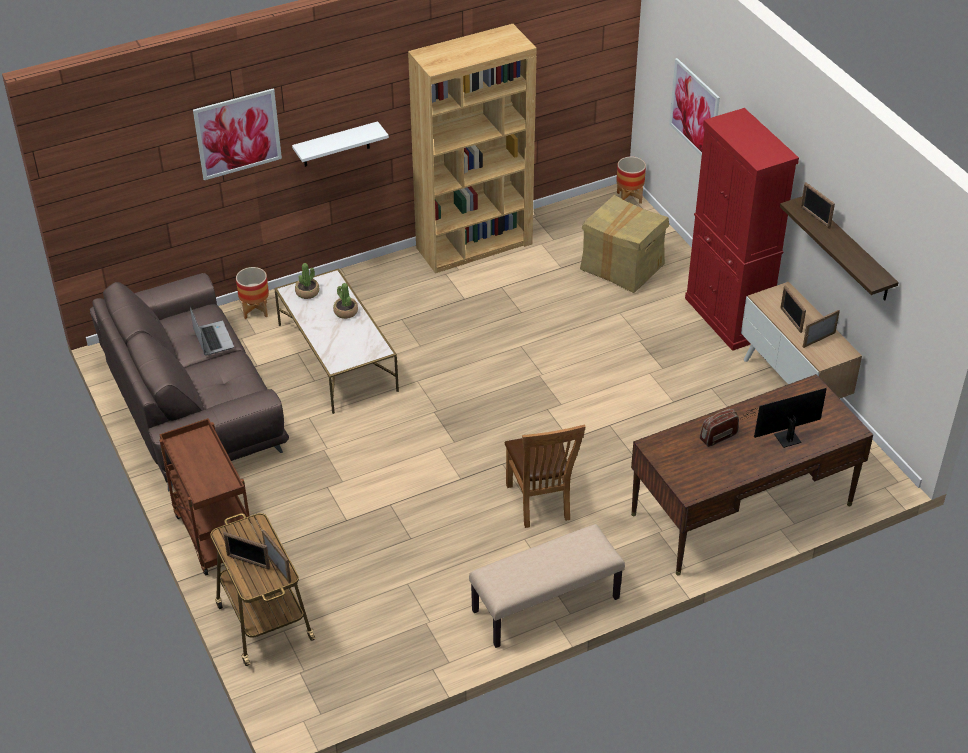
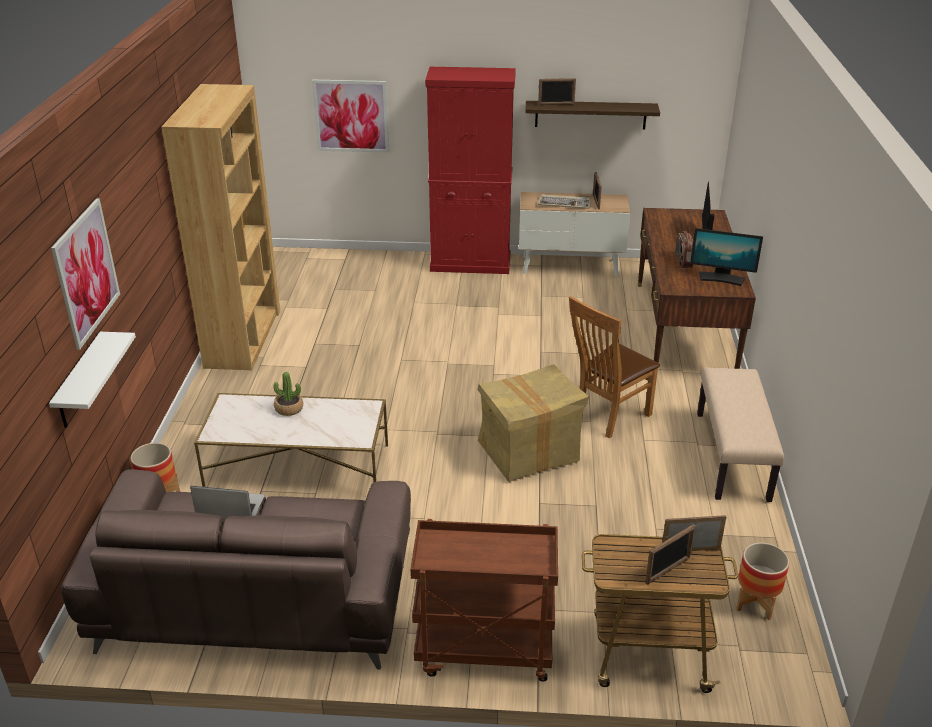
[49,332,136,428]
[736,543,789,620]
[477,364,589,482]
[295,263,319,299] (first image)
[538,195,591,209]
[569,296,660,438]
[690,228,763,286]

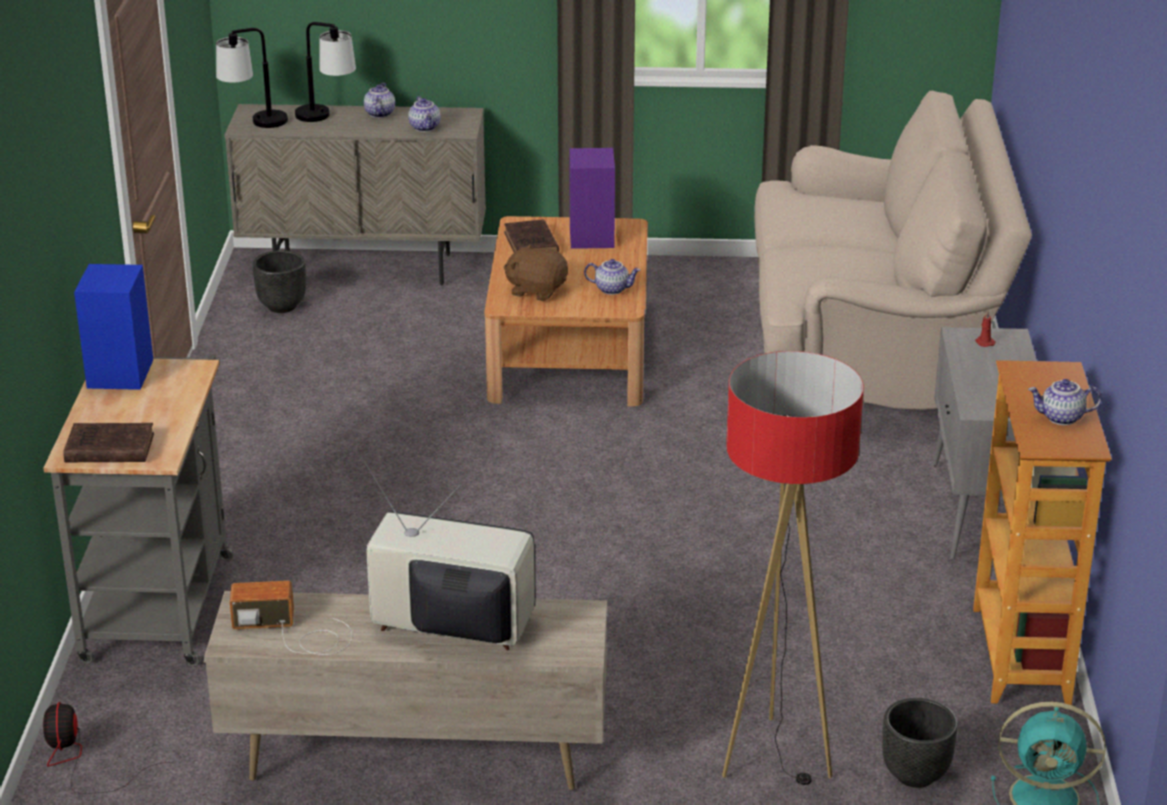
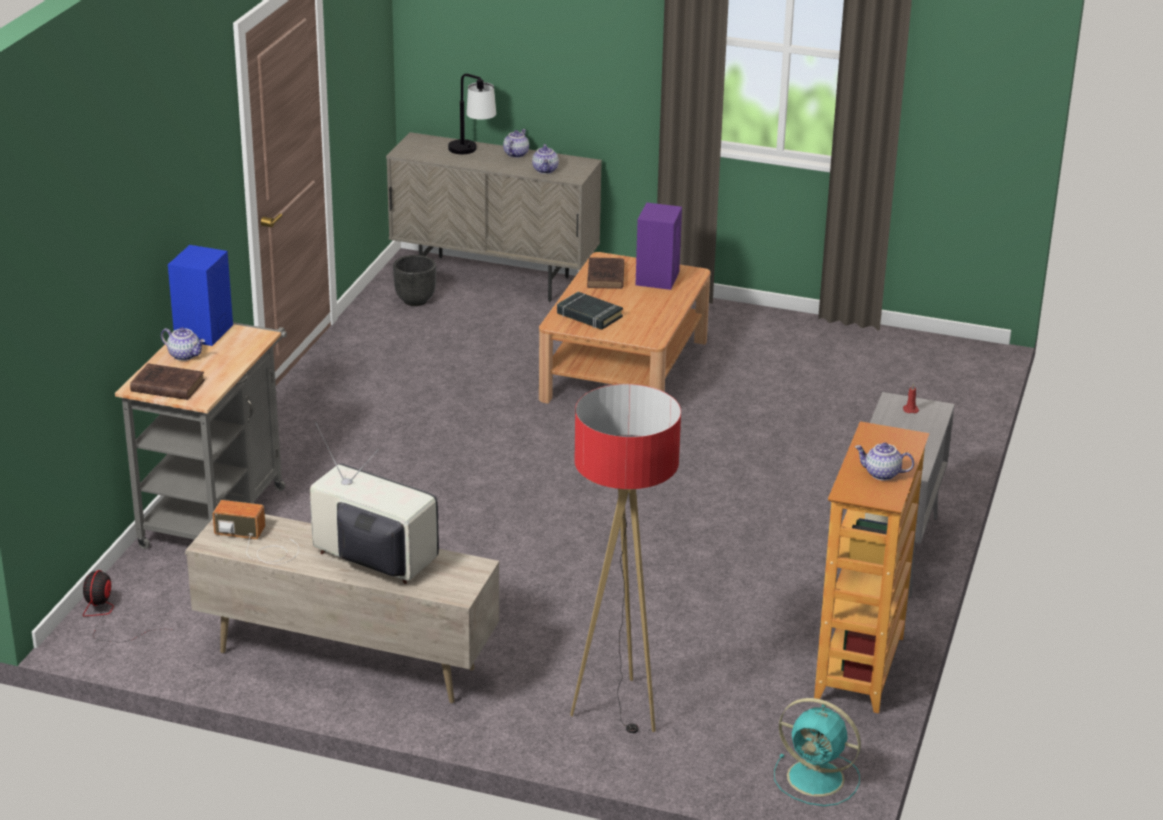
[216,28,288,128] (first image)
[754,91,1032,417] (first image)
[557,292,623,330]
[161,327,205,361]
[882,698,958,788] (first image)

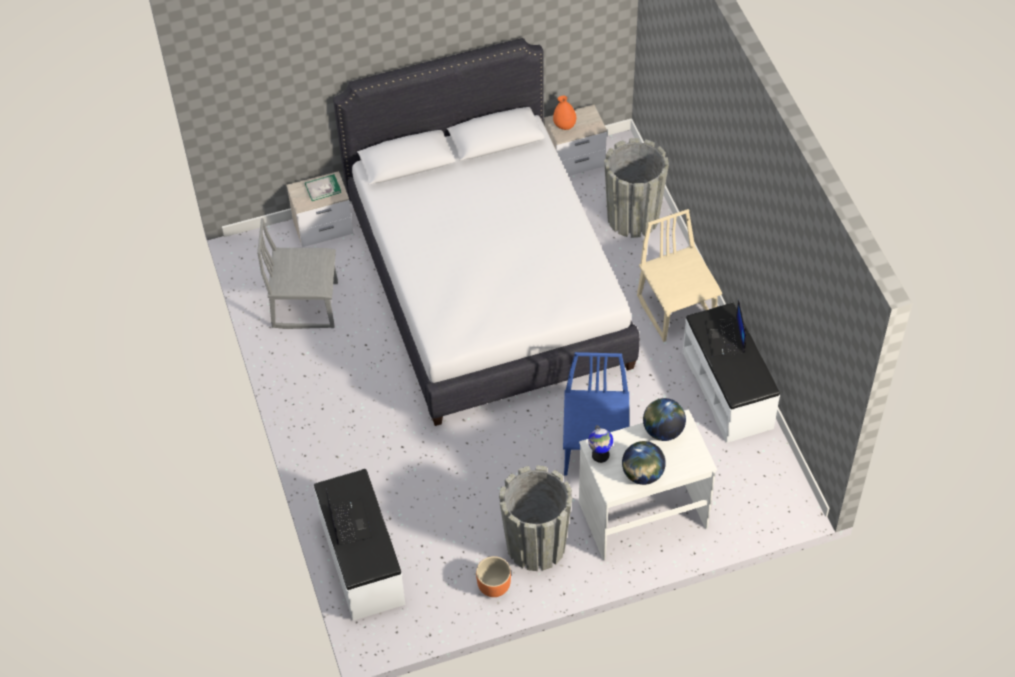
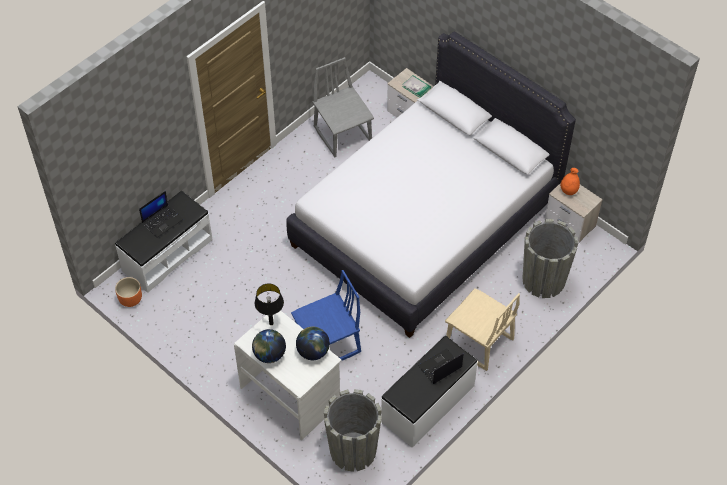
[445,288,520,371]
[255,283,284,325]
[324,389,382,472]
[115,277,142,307]

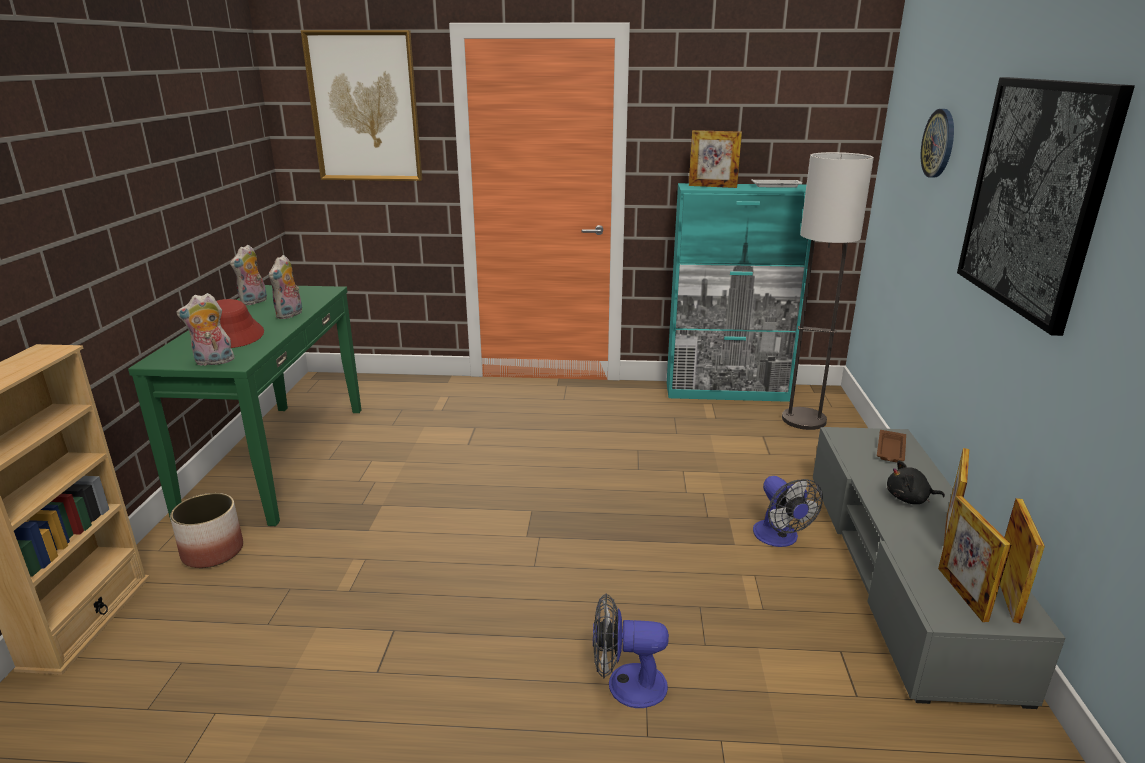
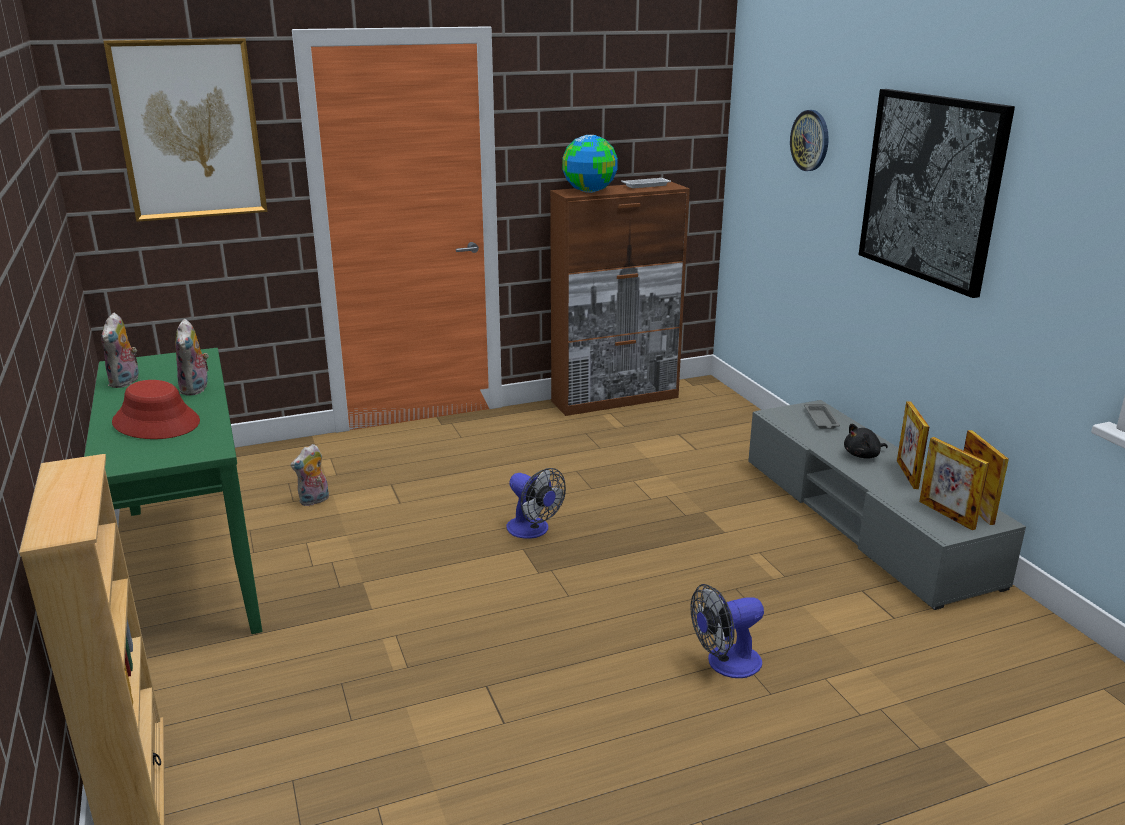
[562,135,618,193]
[782,152,874,430] (first image)
[550,182,690,416]
[290,444,329,506]
[804,404,840,429]
[506,468,566,539]
[170,493,243,568] (first image)

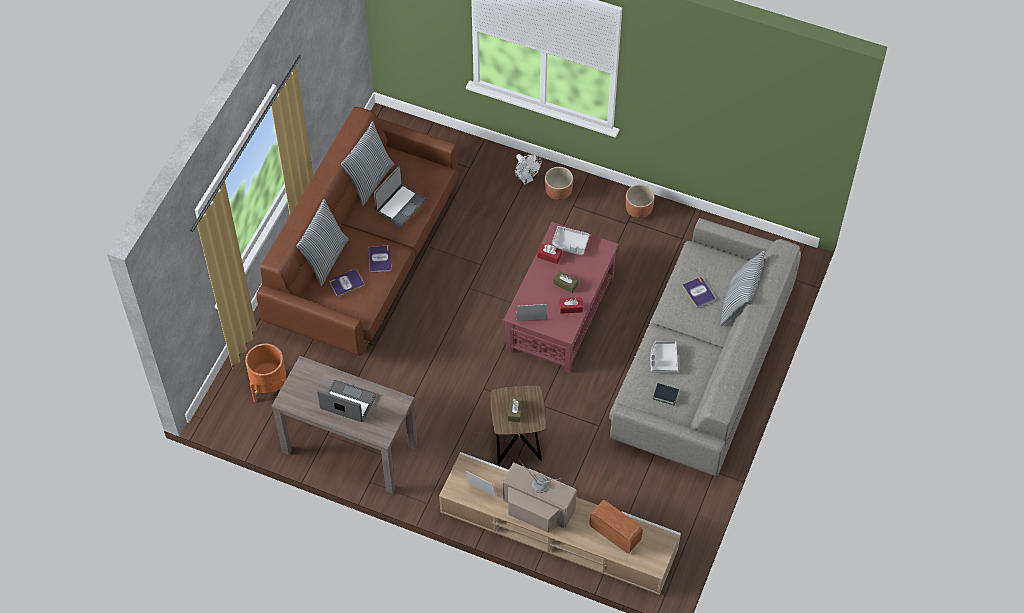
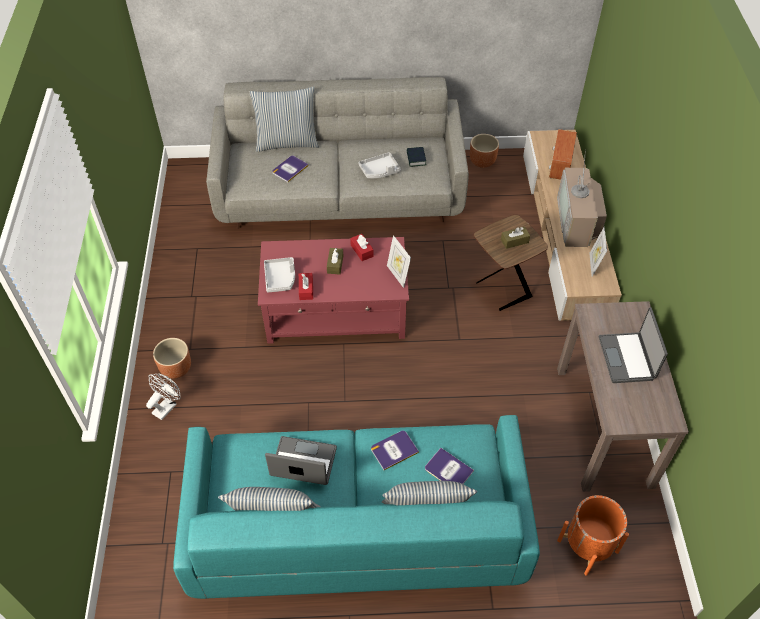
[173,415,540,599]
[470,134,499,168]

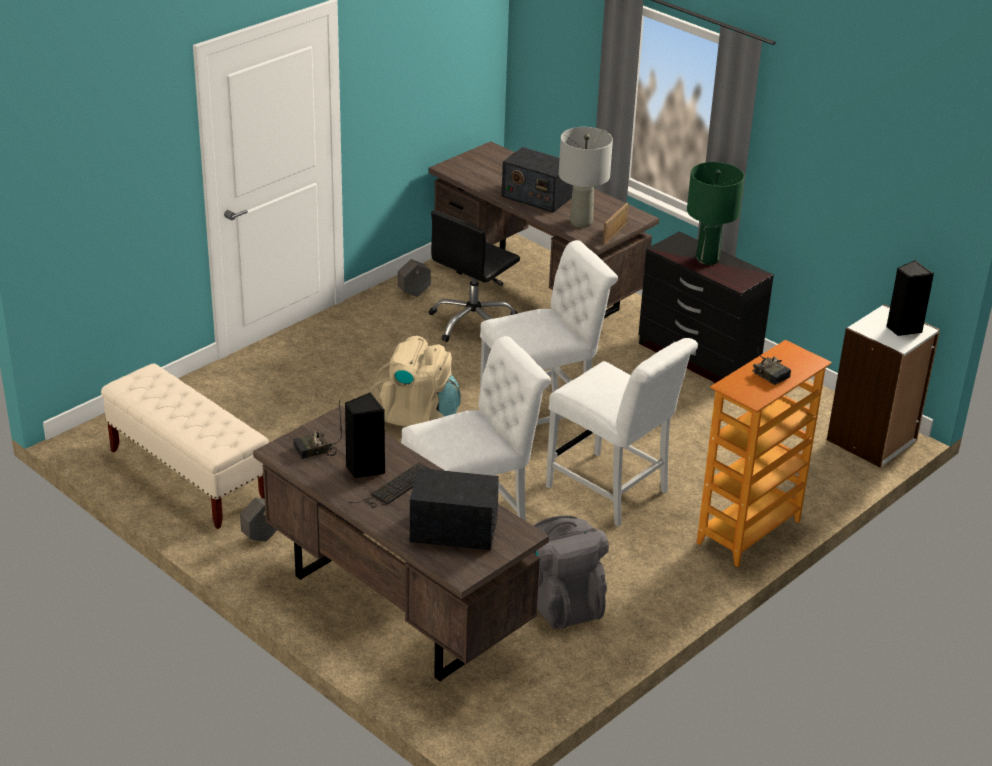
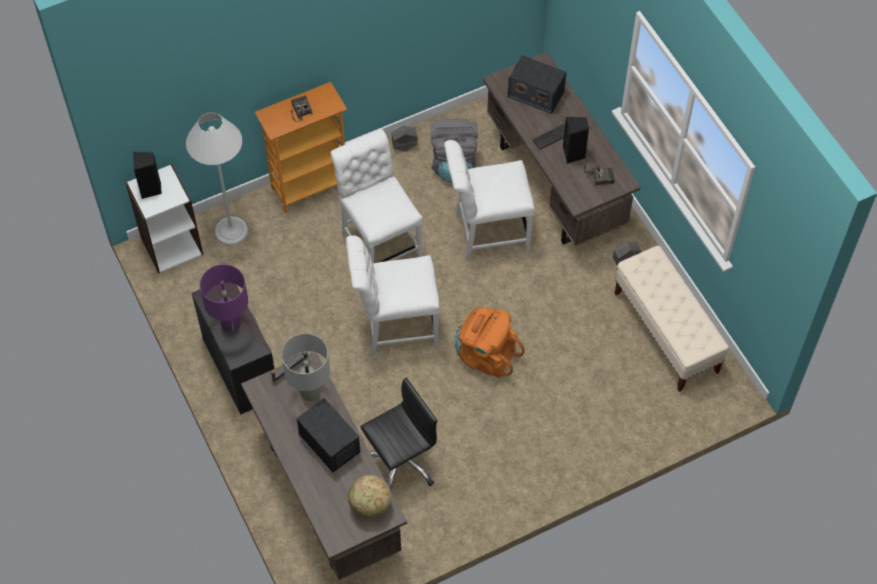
[200,264,248,333]
[392,126,418,152]
[455,307,525,378]
[186,112,248,245]
[348,475,391,519]

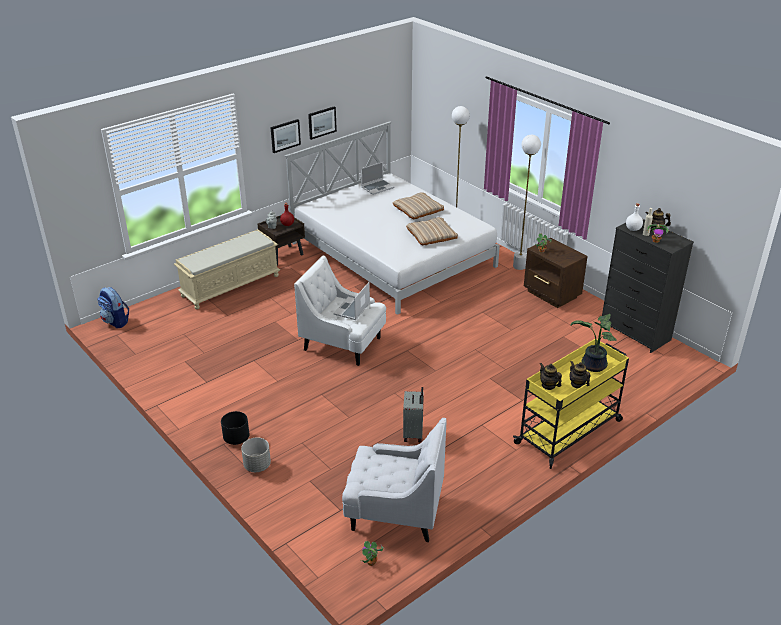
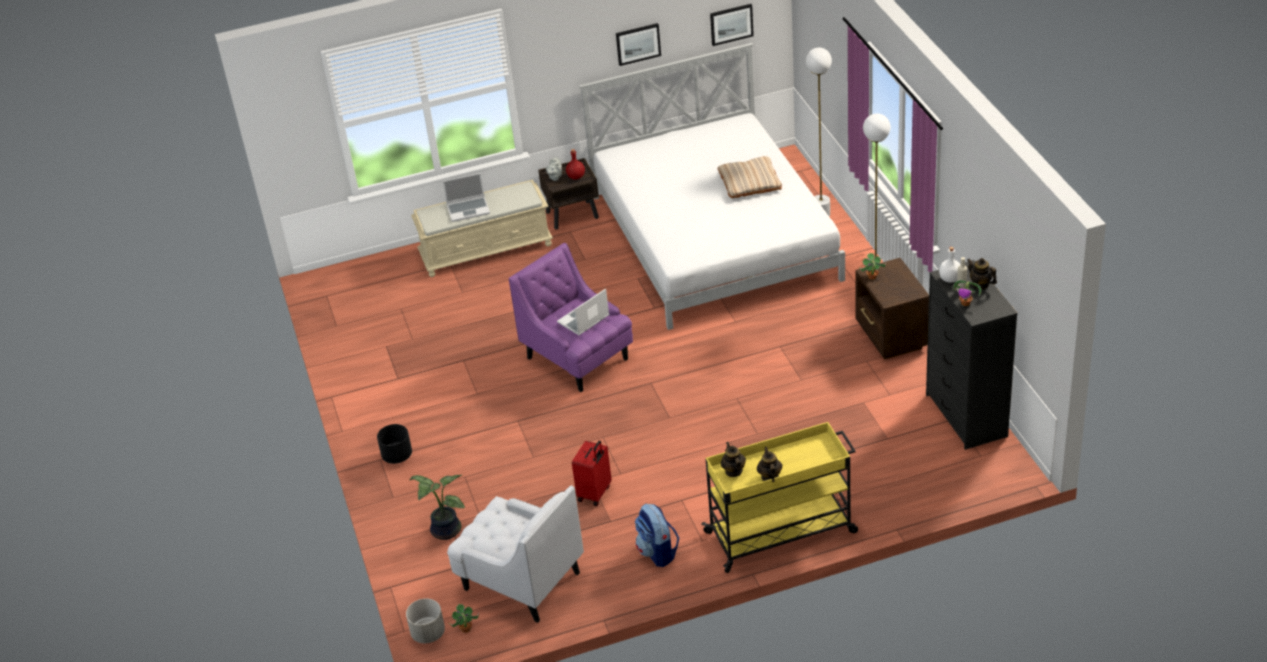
[710,4,754,46]
[442,173,490,222]
[406,217,458,246] (first image)
[509,243,633,392]
[635,504,679,567]
[409,475,465,540]
[572,440,611,506]
[406,598,445,643]

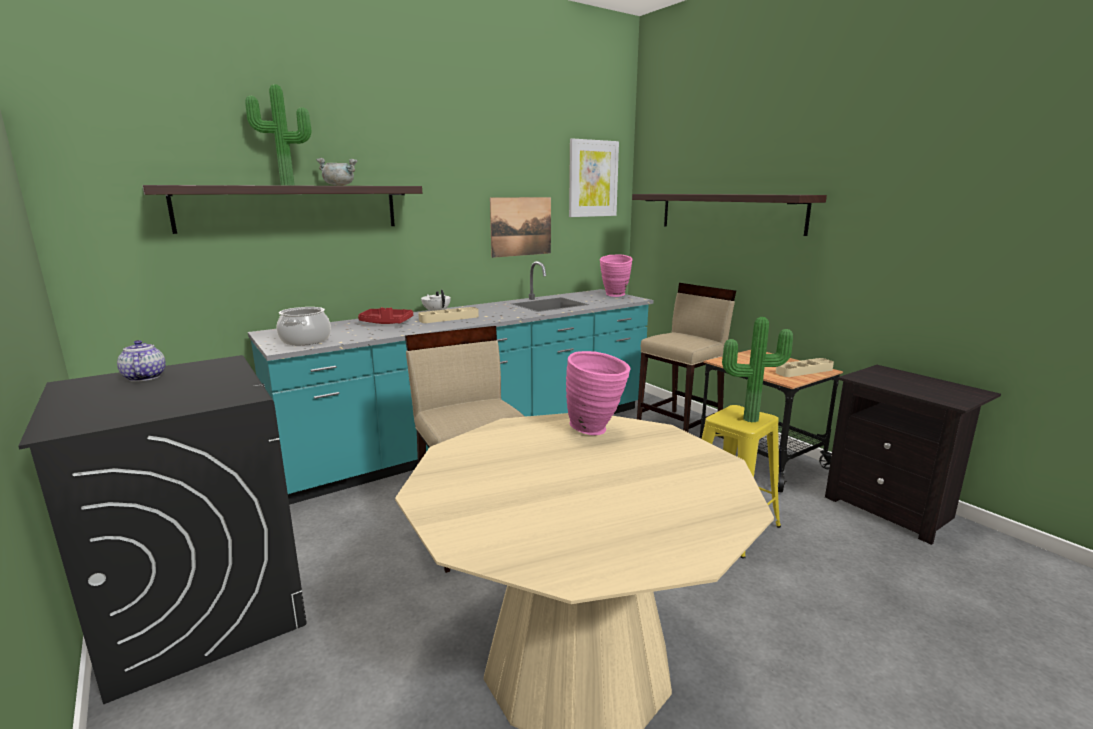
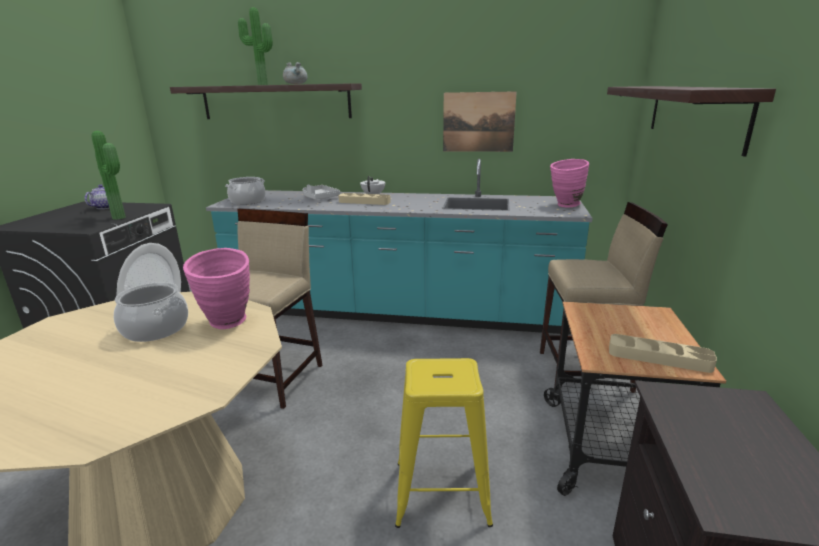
[569,138,619,217] (first image)
[303,185,341,200]
[91,131,126,220]
[114,282,188,342]

